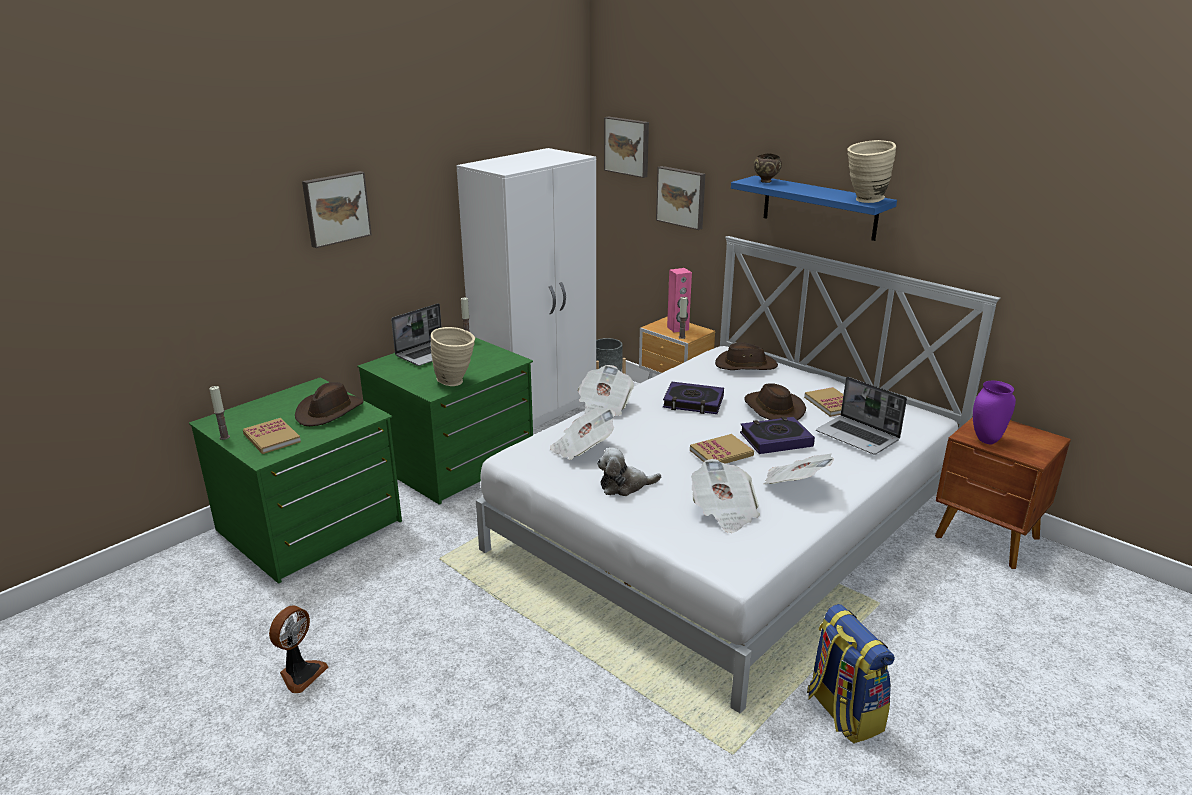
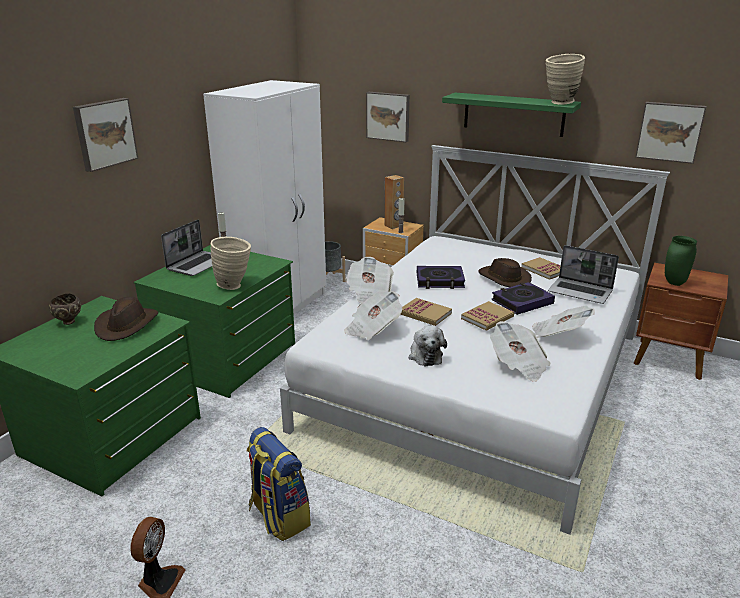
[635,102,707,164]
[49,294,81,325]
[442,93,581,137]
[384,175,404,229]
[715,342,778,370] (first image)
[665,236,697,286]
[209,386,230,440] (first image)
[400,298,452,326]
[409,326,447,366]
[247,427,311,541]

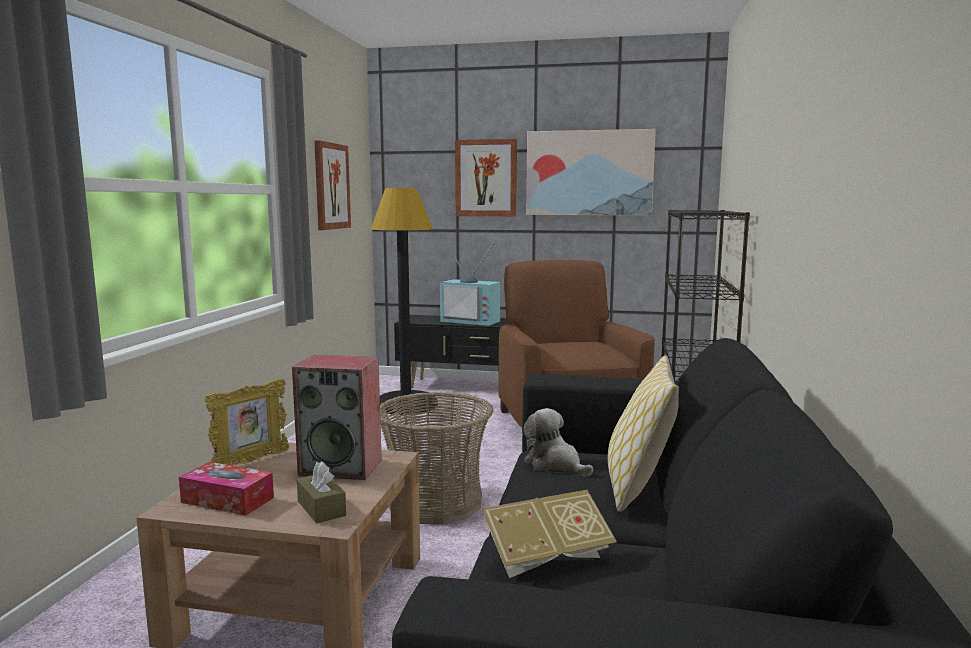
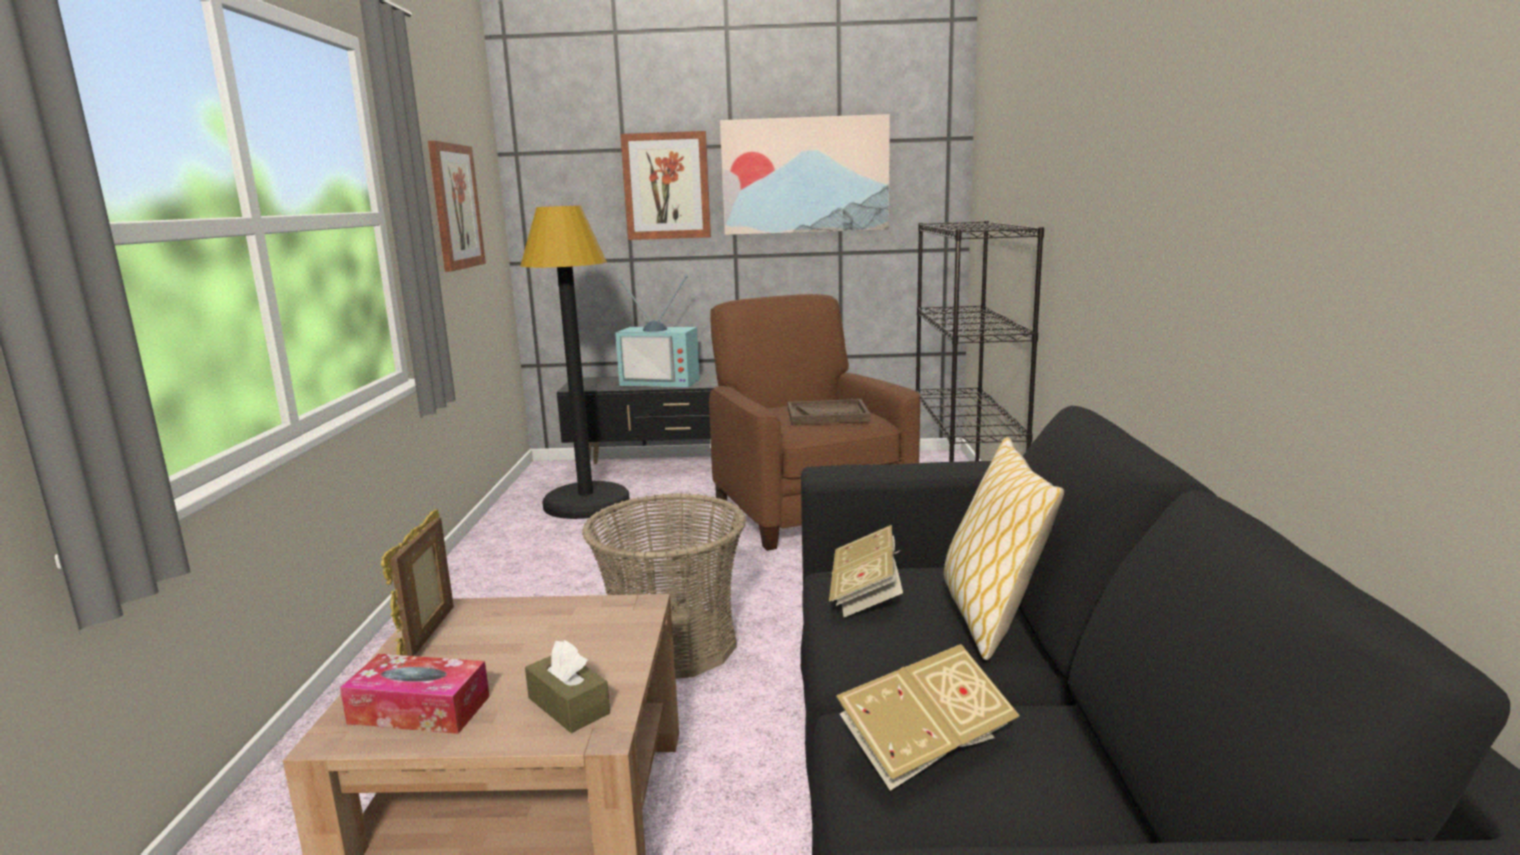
[292,355,382,480] (first image)
[381,509,454,656]
[829,525,903,617]
[788,399,870,424]

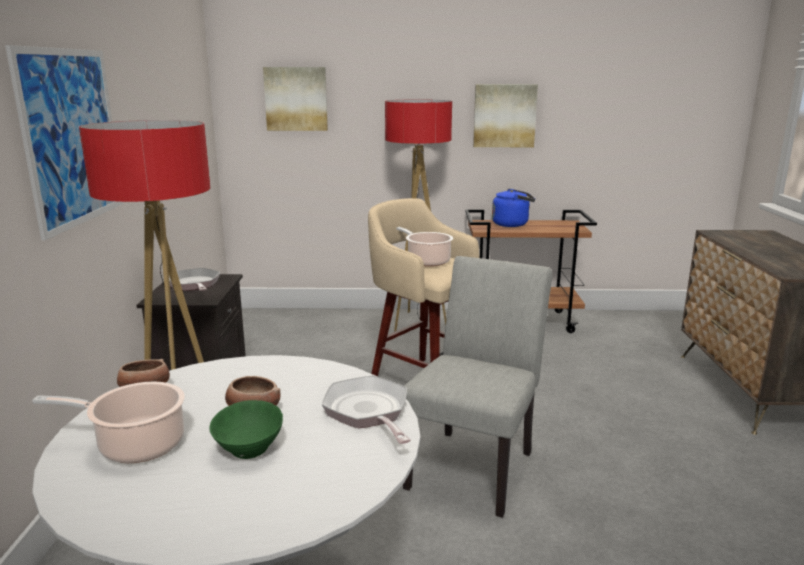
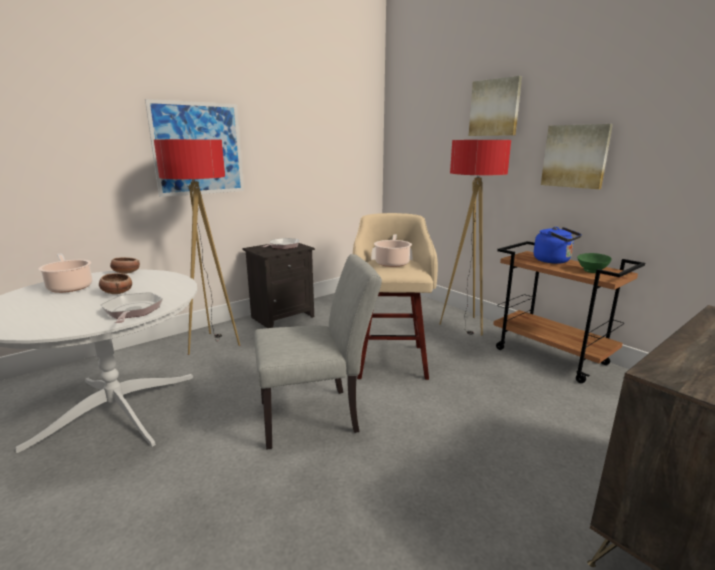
[469,76,522,136]
[101,292,163,323]
[577,253,612,273]

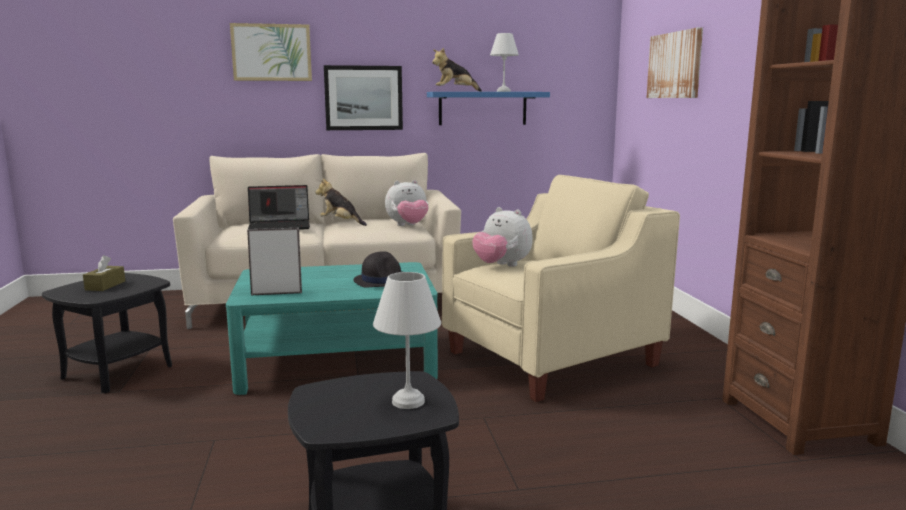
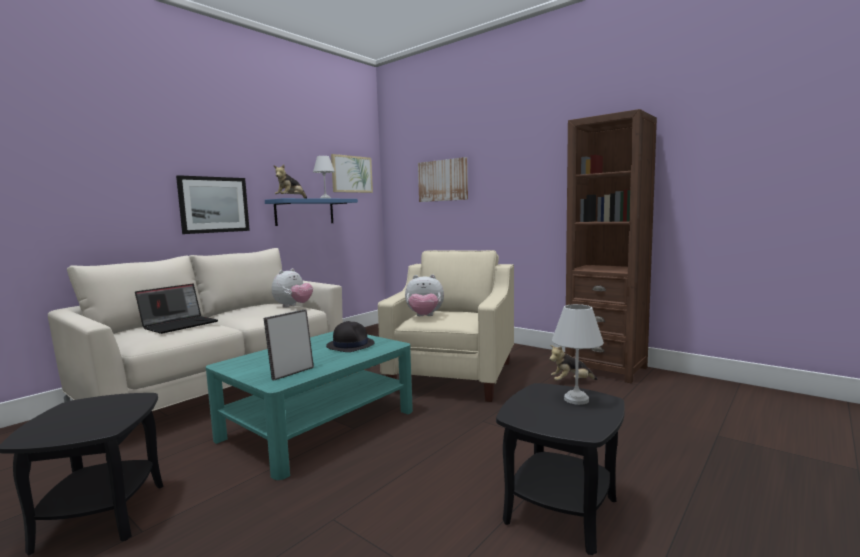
[331,154,373,193]
[549,345,597,381]
[83,255,125,291] (first image)

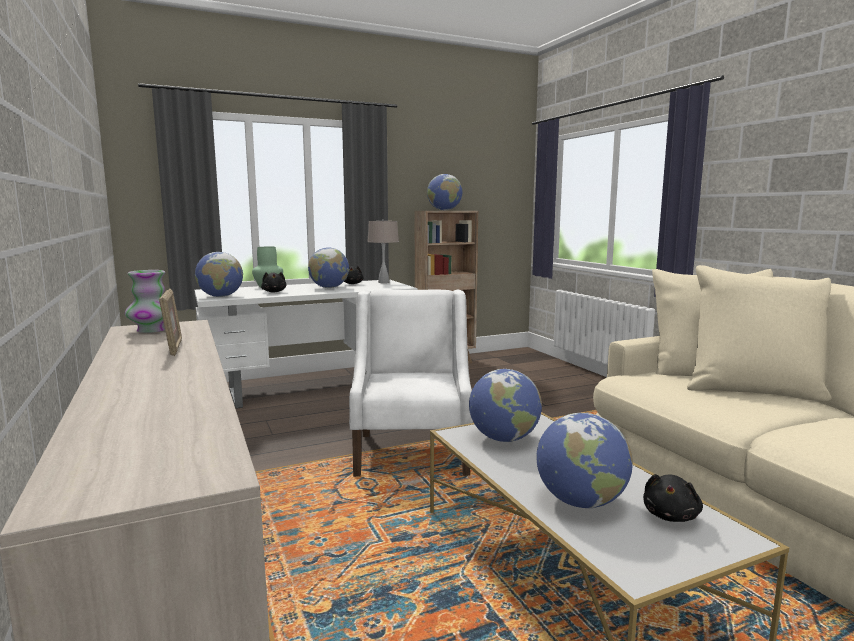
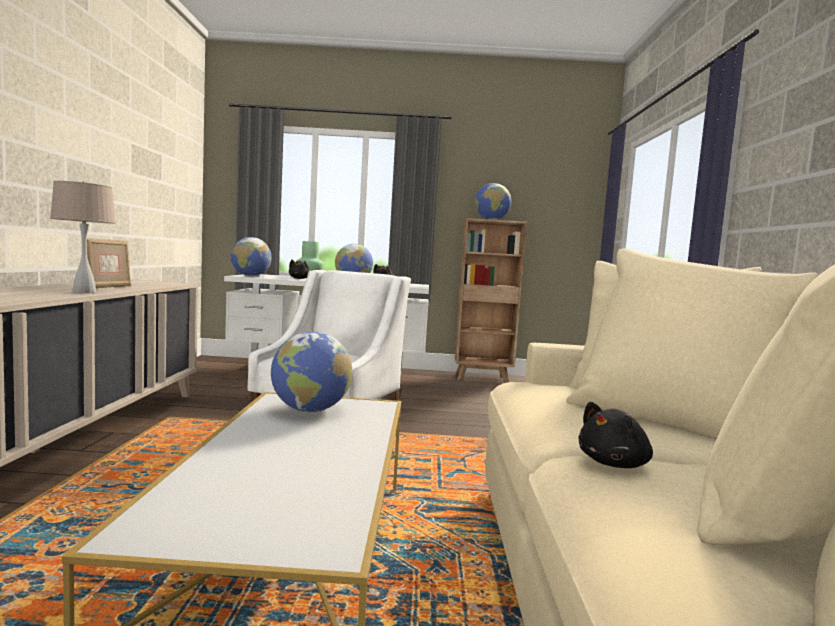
[50,181,116,293]
[125,270,165,333] (first image)
[536,413,633,508] (first image)
[578,402,653,468]

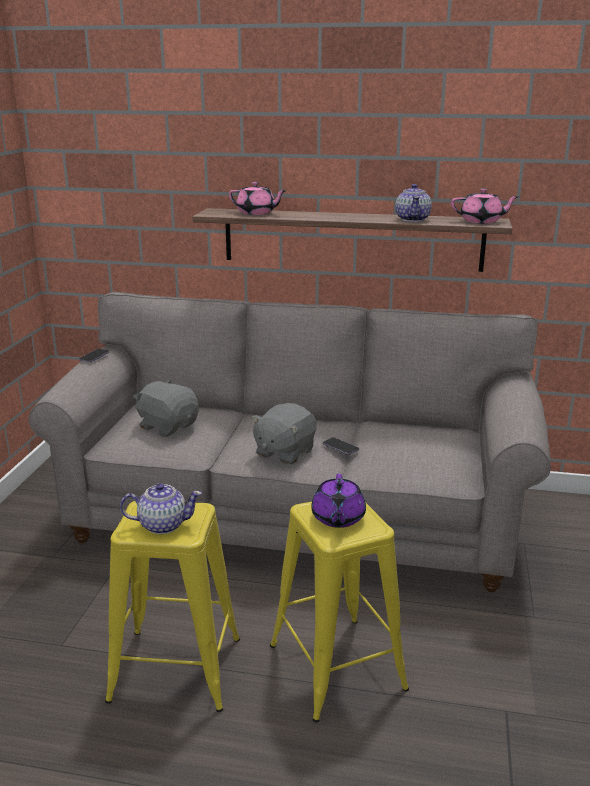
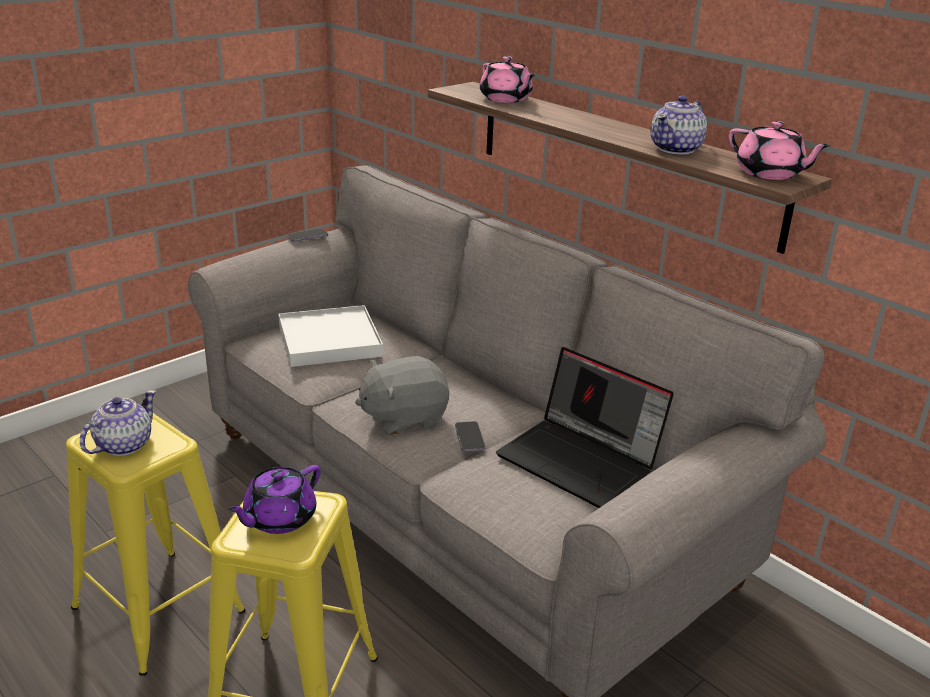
[278,305,383,367]
[80,390,156,456]
[496,347,674,508]

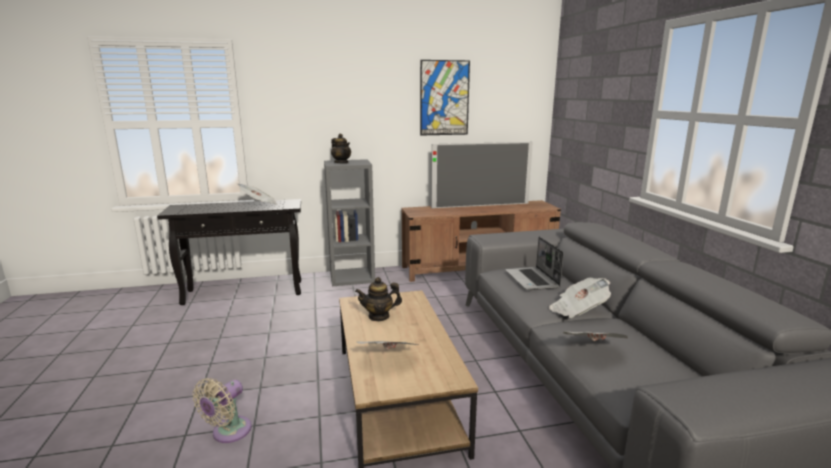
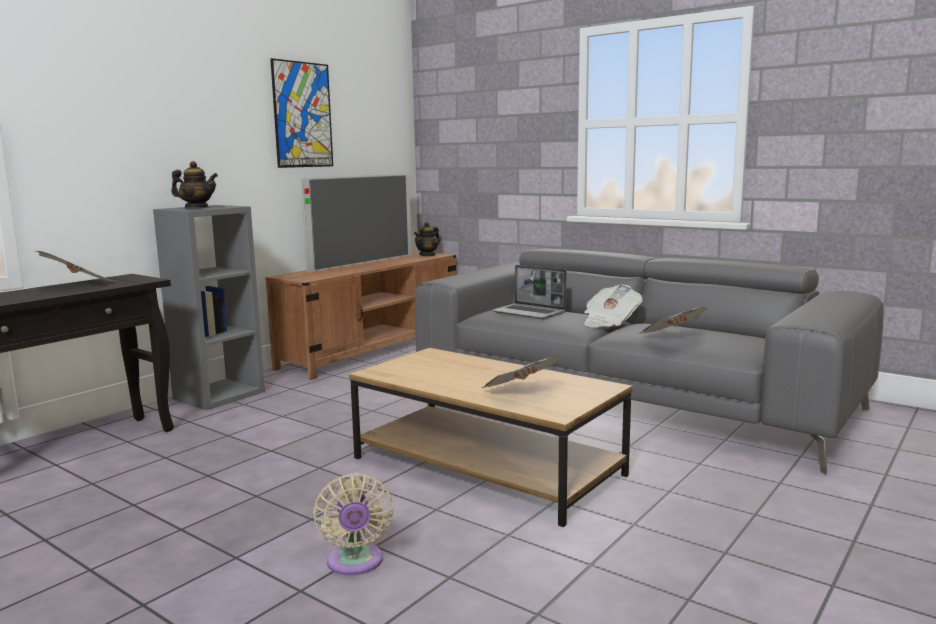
[414,222,440,256]

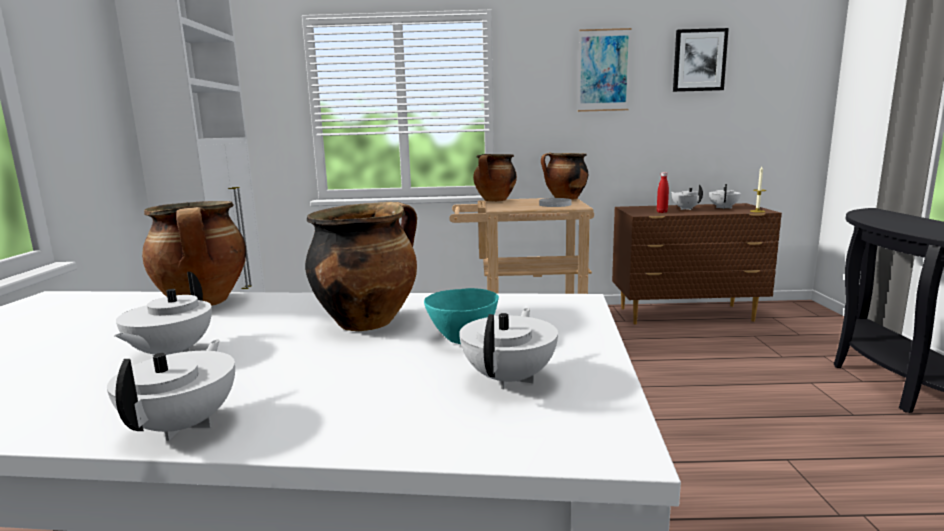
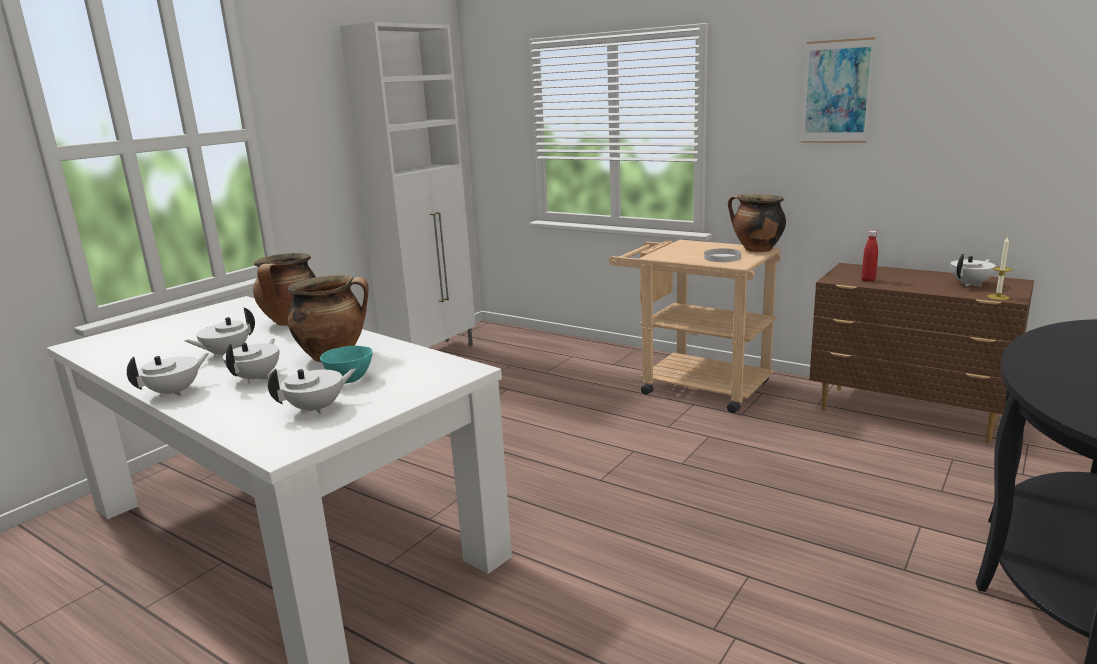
[673,28,729,92] (first image)
[473,154,517,202] (first image)
[223,339,279,383]

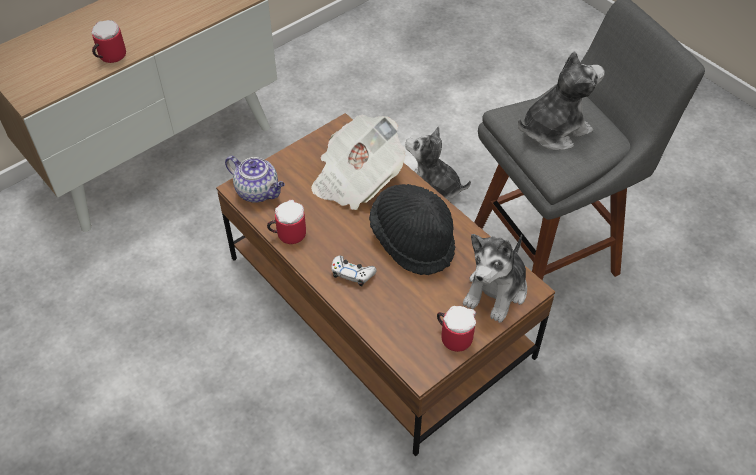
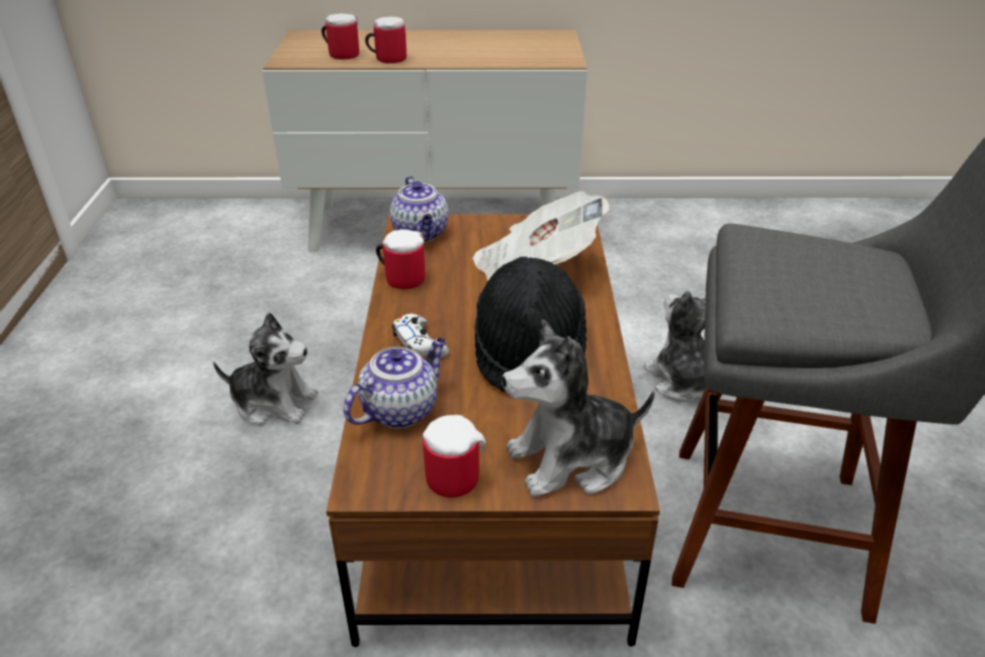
[213,312,318,425]
[322,13,359,60]
[343,338,446,429]

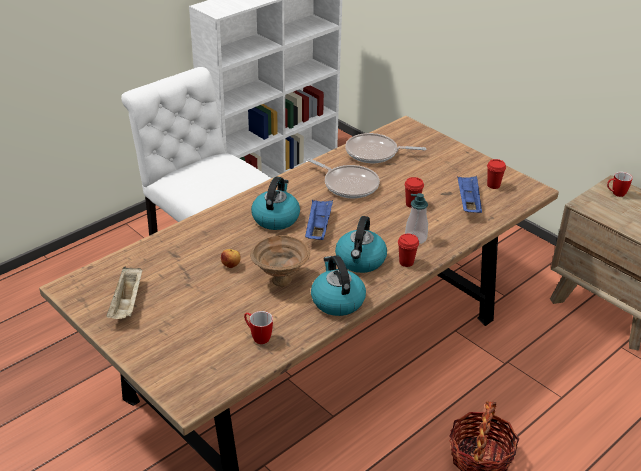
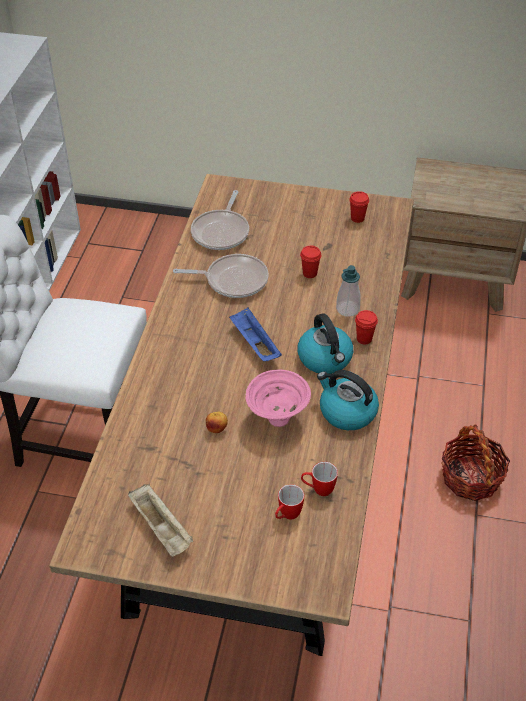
[191,190,249,250]
[275,484,304,520]
[251,176,300,230] (first image)
[458,176,482,213] (first image)
[246,370,311,427]

